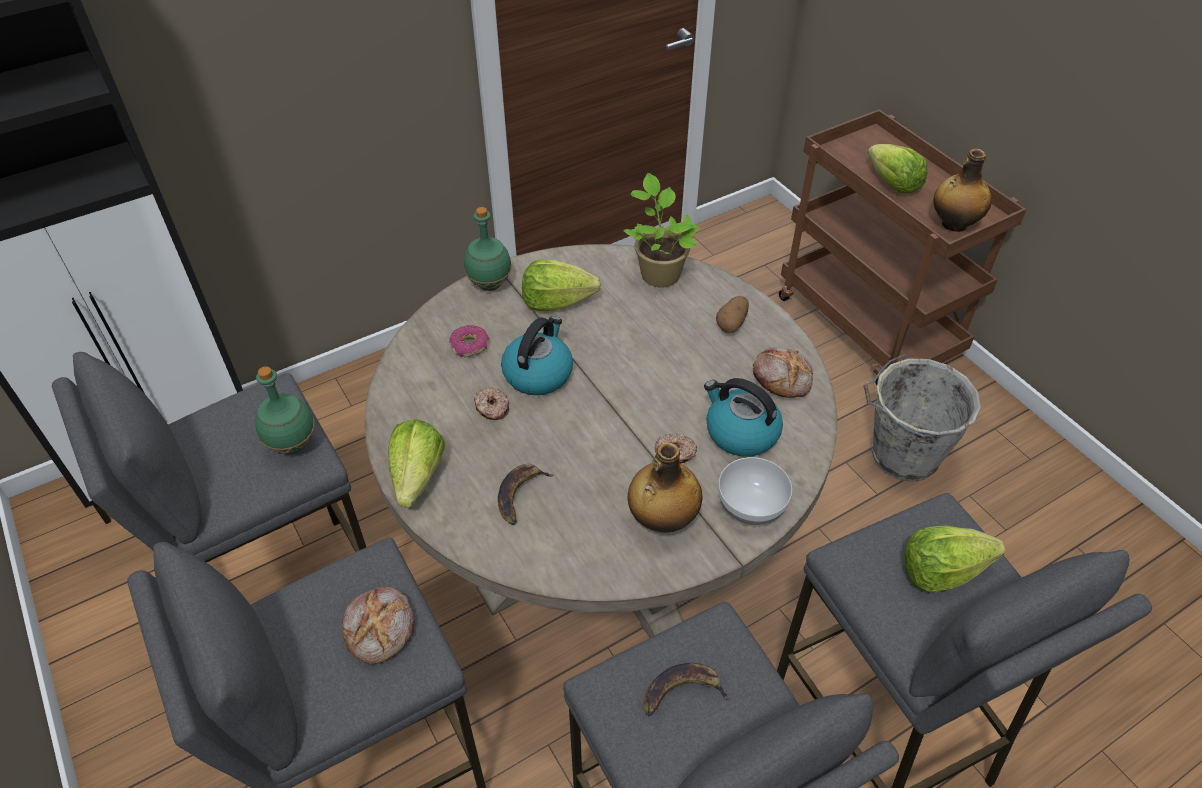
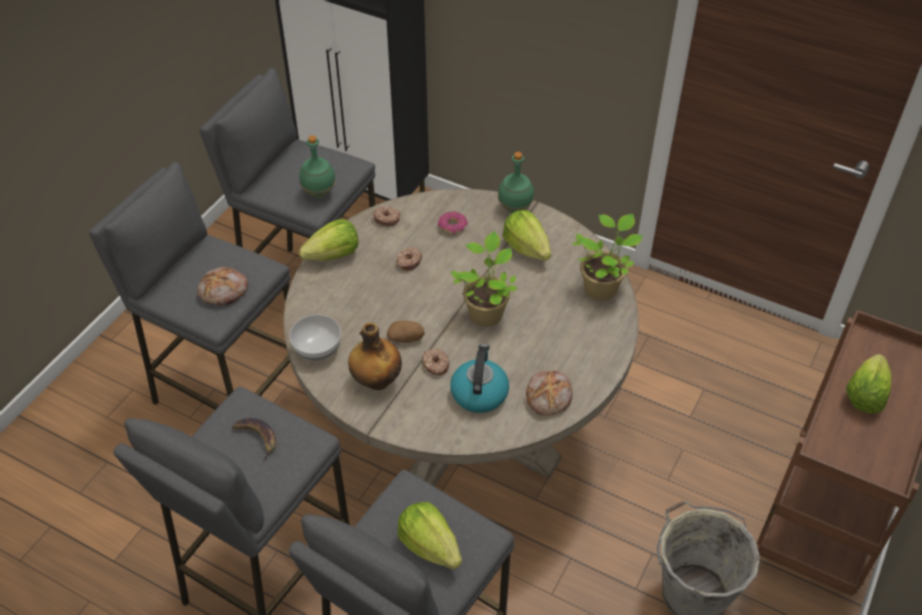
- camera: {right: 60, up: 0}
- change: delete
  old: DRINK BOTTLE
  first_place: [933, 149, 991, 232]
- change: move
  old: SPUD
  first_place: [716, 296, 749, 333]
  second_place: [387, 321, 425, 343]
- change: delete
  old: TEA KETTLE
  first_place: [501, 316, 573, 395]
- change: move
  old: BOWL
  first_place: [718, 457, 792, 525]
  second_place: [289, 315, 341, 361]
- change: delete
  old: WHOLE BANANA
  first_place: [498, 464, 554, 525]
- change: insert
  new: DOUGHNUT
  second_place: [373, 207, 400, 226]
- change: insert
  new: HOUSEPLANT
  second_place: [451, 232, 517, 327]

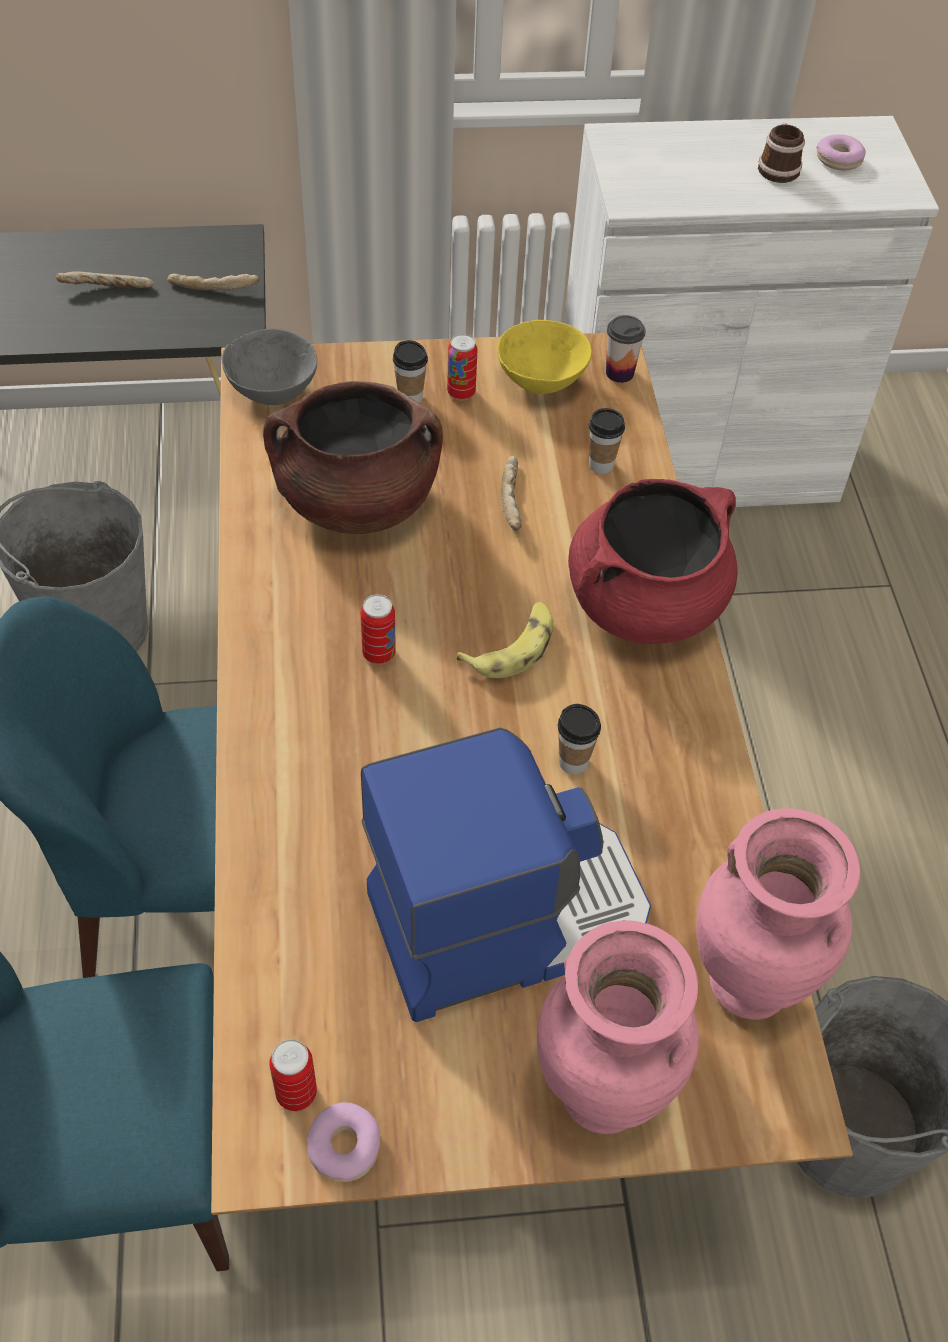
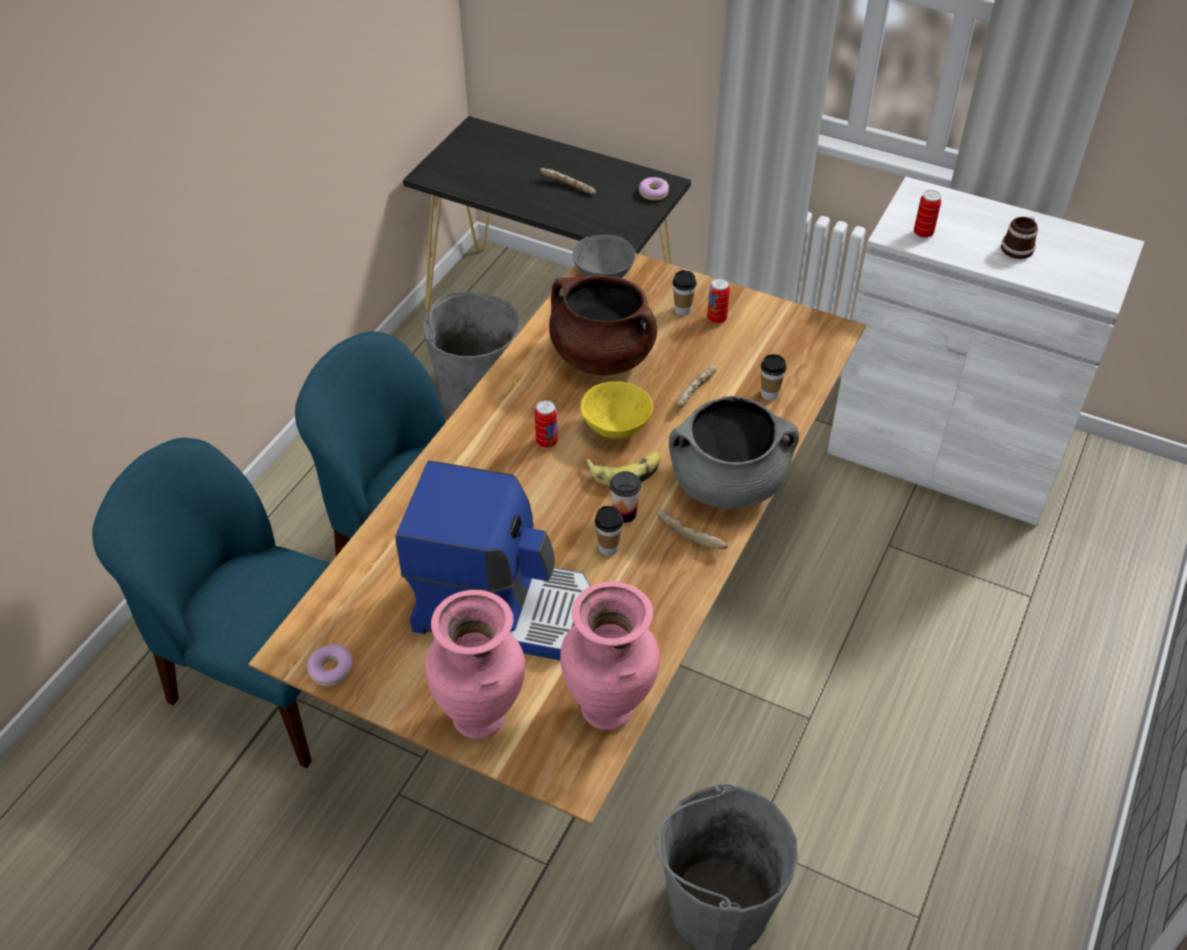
- camera: {right: 35, up: -5}
- change: move
  old: DOUGHNUT
  first_place: [817, 134, 866, 171]
  second_place: [639, 177, 669, 200]
- change: move
  old: BAKED BREAD
  first_place: [168, 274, 259, 290]
  second_place: [656, 510, 728, 549]
- change: move
  old: DRINKING CUP
  first_place: [606, 315, 646, 383]
  second_place: [610, 471, 641, 523]
- change: move
  old: YELLOW-COLOURED BOWL
  first_place: [497, 320, 592, 394]
  second_place: [580, 381, 653, 439]
- change: recolor
  old: RED SAUCEPOT
  new: GRAY SAUCEPOT
  first_place: [568, 479, 738, 644]
  second_place: [669, 396, 799, 509]
- change: move
  old: METAL CAN
  first_place: [269, 1039, 317, 1111]
  second_place: [914, 190, 941, 238]

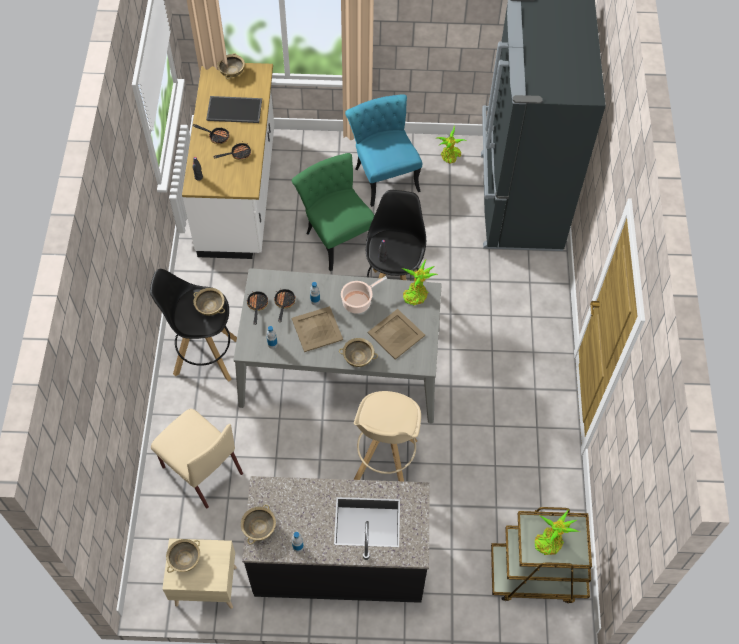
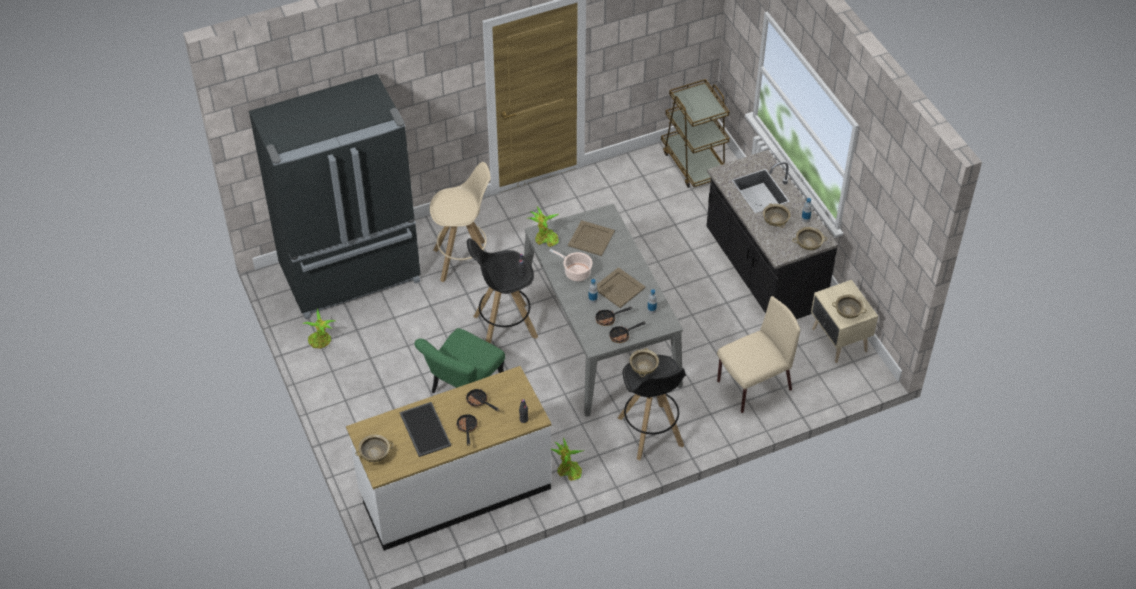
- camera: {right: -115, up: -10}
- change: delete
  old: BLUE-GREEN UPRIGHT CHAIR
  first_place: [345, 94, 422, 207]
- change: move
  old: SAND-COLOURED BOWL
  first_place: [339, 338, 378, 367]
  second_place: [763, 203, 791, 228]
- change: move
  old: SAND-COLOURED STOOL
  first_place: [354, 391, 421, 481]
  second_place: [430, 162, 491, 282]
- change: rotate
  old: SAND-COLOURED UPRIGHT CHAIR
  first_place: [151, 409, 243, 508]
  second_place: [717, 296, 800, 413]
  degrees: 45
- change: move
  old: HOUSEPLANT
  first_place: [535, 510, 580, 555]
  second_place: [551, 437, 584, 481]

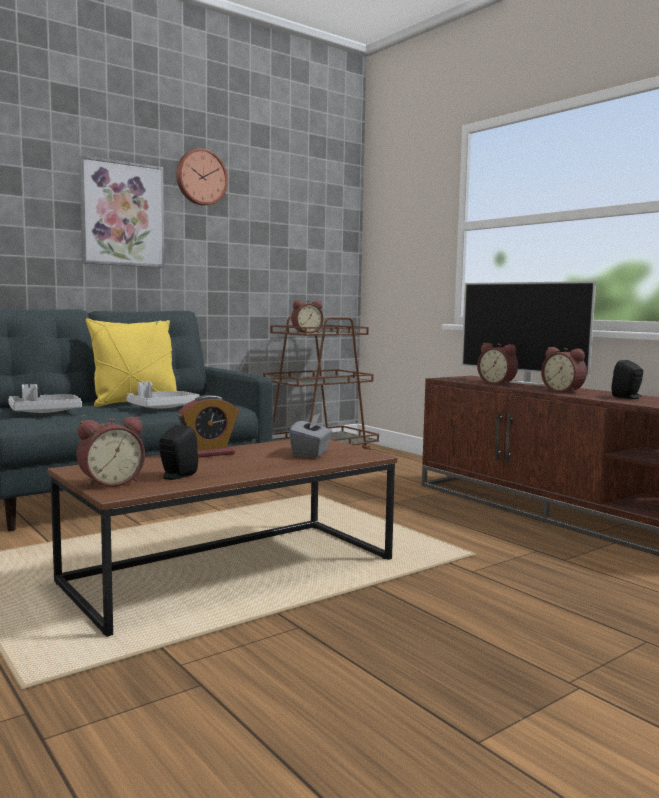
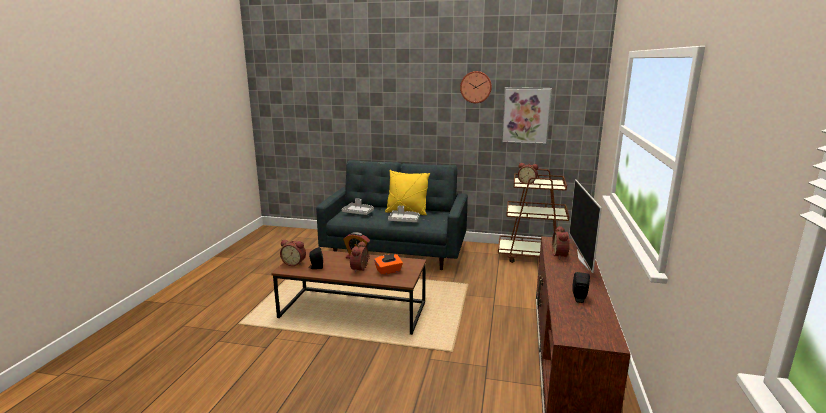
- camera: {right: 50, up: 10}
- change: move
  old: WALL PICTURE
  first_place: [79, 156, 165, 268]
  second_place: [501, 87, 552, 144]
- change: move
  old: BEDSIDE CLOCK
  first_place: [541, 347, 587, 394]
  second_place: [350, 241, 370, 273]
- change: recolor
  old: GRAY TISSUE BOX
  new: ORANGE TISSUE BOX
  first_place: [289, 413, 332, 458]
  second_place: [374, 254, 403, 275]

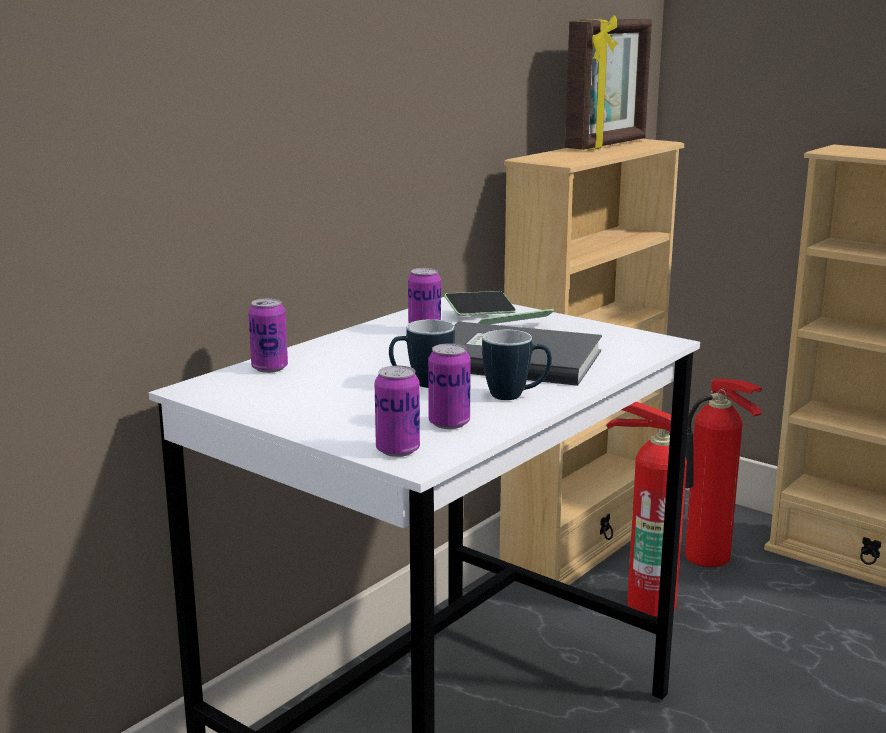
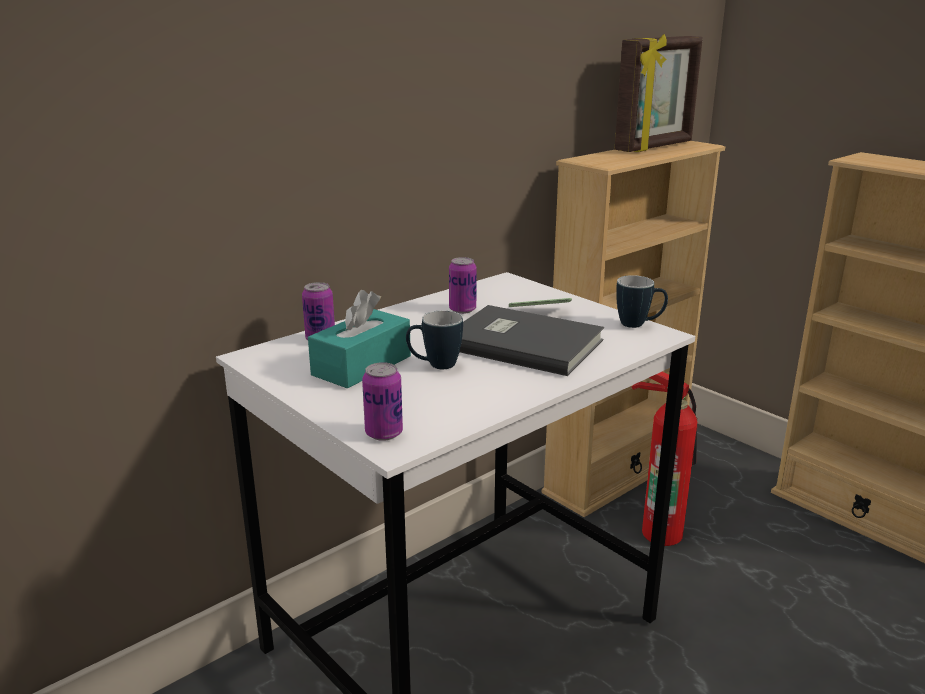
- camera: {right: 10, up: 5}
- change: delete
  old: TELEPHONE
  first_place: [444, 291, 516, 316]
- change: move
  old: COFFEE MUG
  first_place: [482, 330, 552, 400]
  second_place: [616, 275, 668, 328]
- change: delete
  old: METAL CAN
  first_place: [428, 343, 471, 429]
- change: delete
  old: FIRE EXTINGUISHER
  first_place: [685, 378, 762, 567]
- change: insert
  new: BLUE-GREEN TISSUE BOX
  second_place: [308, 290, 411, 389]

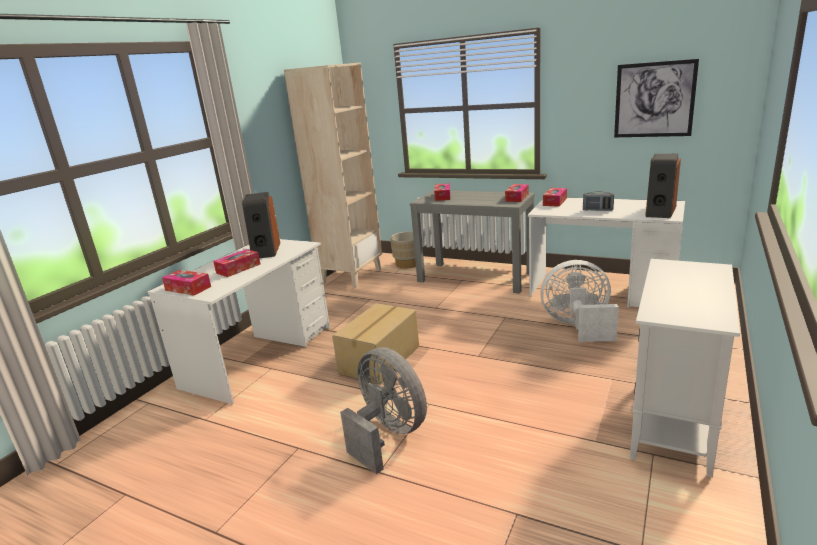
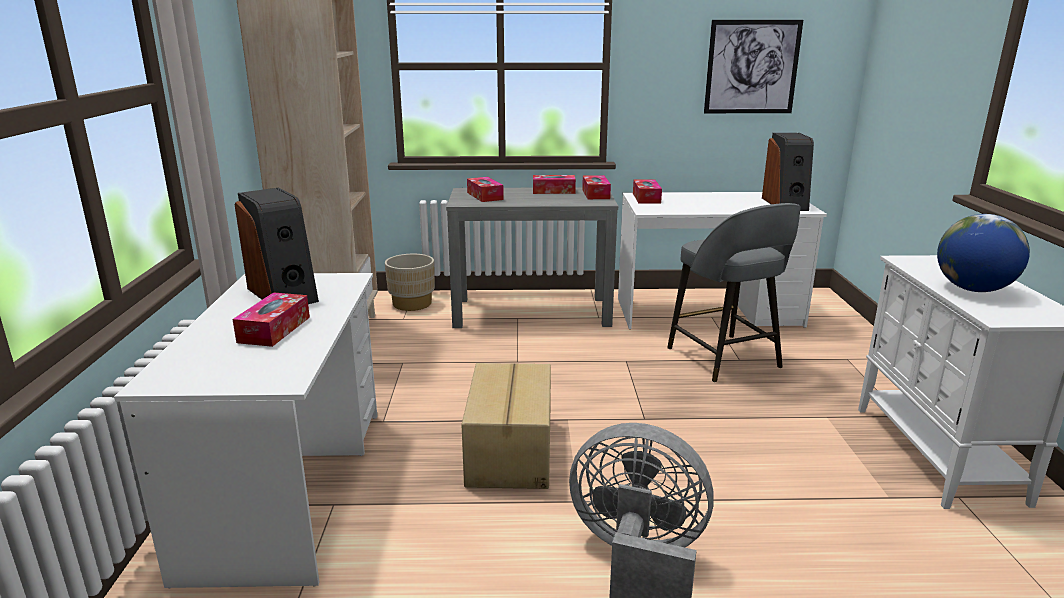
- camera: {right: -30, up: 0}
- change: delete
  old: RADIO RECEIVER
  first_place: [583, 191, 614, 211]
- change: replace
  old: WHITE COOLING FAN
  new: GRAY STOOL
  first_place: [540, 260, 619, 342]
  second_place: [667, 203, 801, 382]
- change: move
  old: TISSUE BOX
  first_place: [162, 270, 211, 296]
  second_place: [533, 175, 576, 194]
- change: insert
  new: GLOBE
  second_place: [937, 214, 1030, 292]

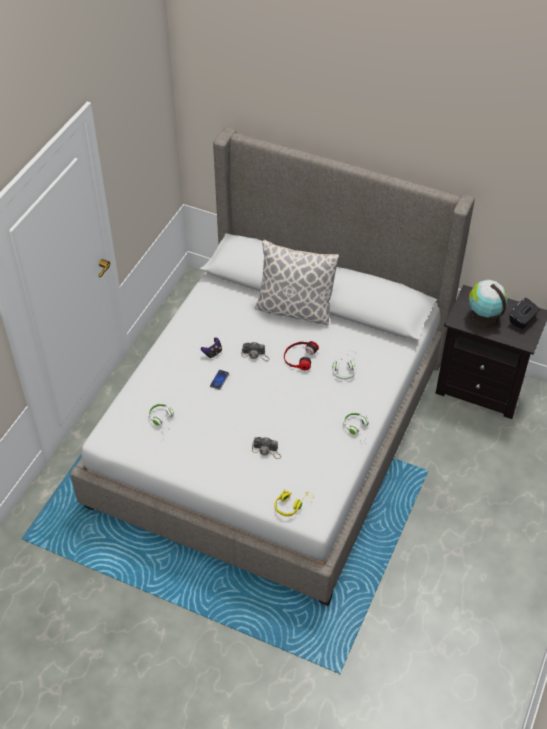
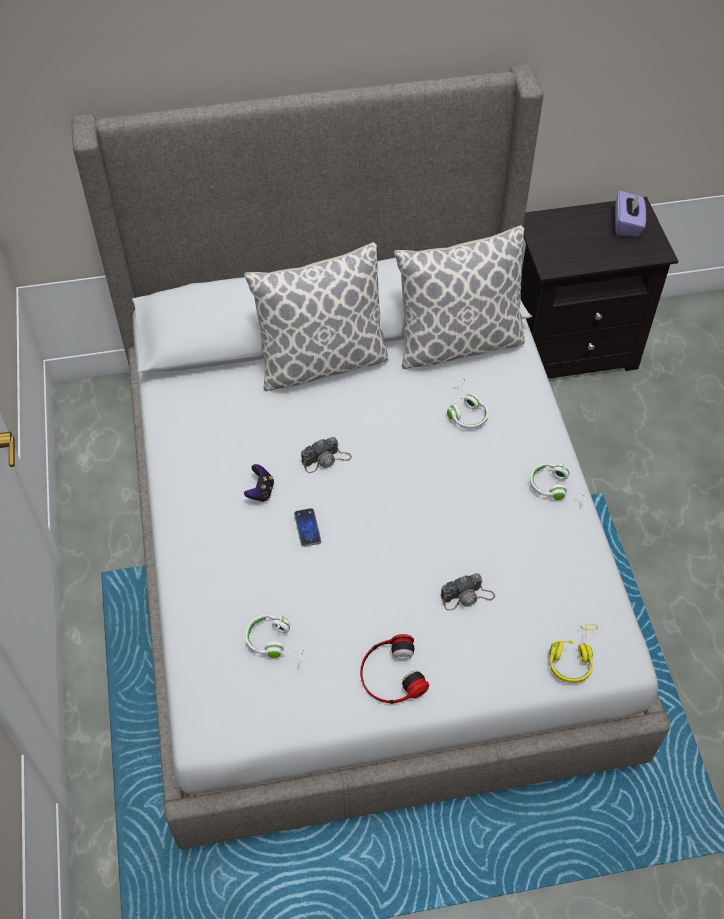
- camera: {right: -35, up: 5}
- change: delete
  old: GLOBE
  first_place: [469, 279, 507, 328]
- change: recolor
  old: BLACKISH TISSUE BOX
  new: PURPLE-COLOURED TISSUE BOX
  first_place: [510, 298, 540, 329]
  second_place: [615, 191, 646, 237]
- change: move
  old: HEADSET
  first_place: [284, 341, 319, 370]
  second_place: [360, 634, 429, 704]
- change: insert
  new: PILLOW
  second_place: [394, 225, 525, 369]

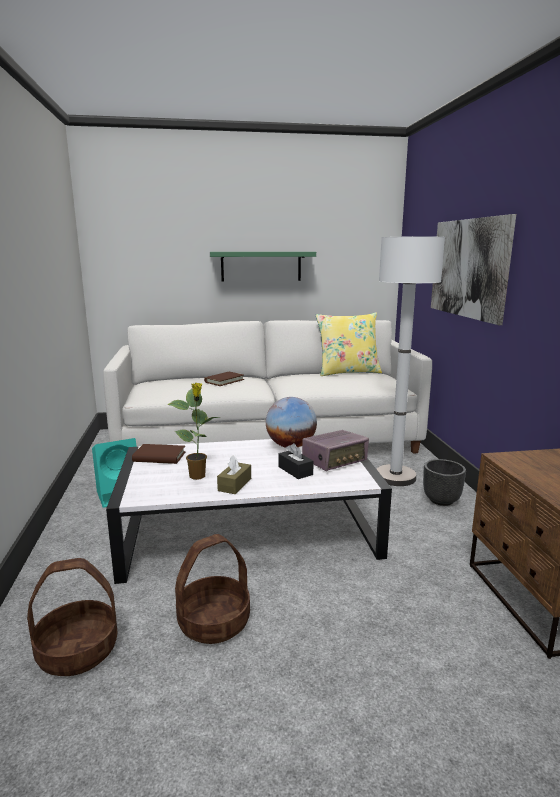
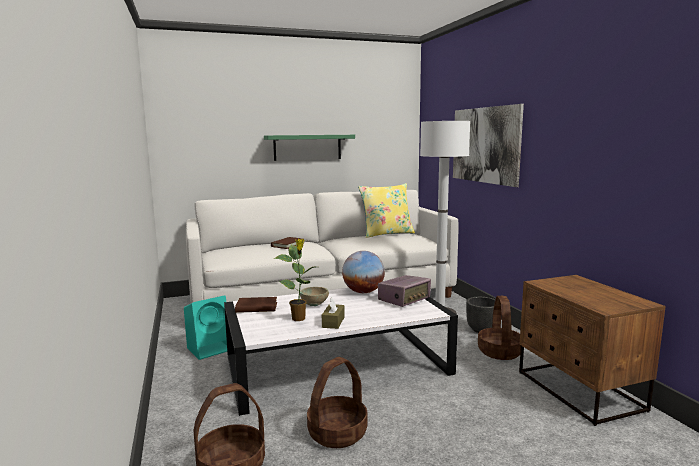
- camera: {right: -10, up: -5}
- change: delete
  old: BLACKISH TISSUE BOX
  first_place: [279, 443, 314, 479]
- change: insert
  new: SAND-COLOURED BOWL
  second_place: [300, 287, 329, 306]
- change: insert
  new: BASKET
  second_place: [478, 296, 521, 360]

